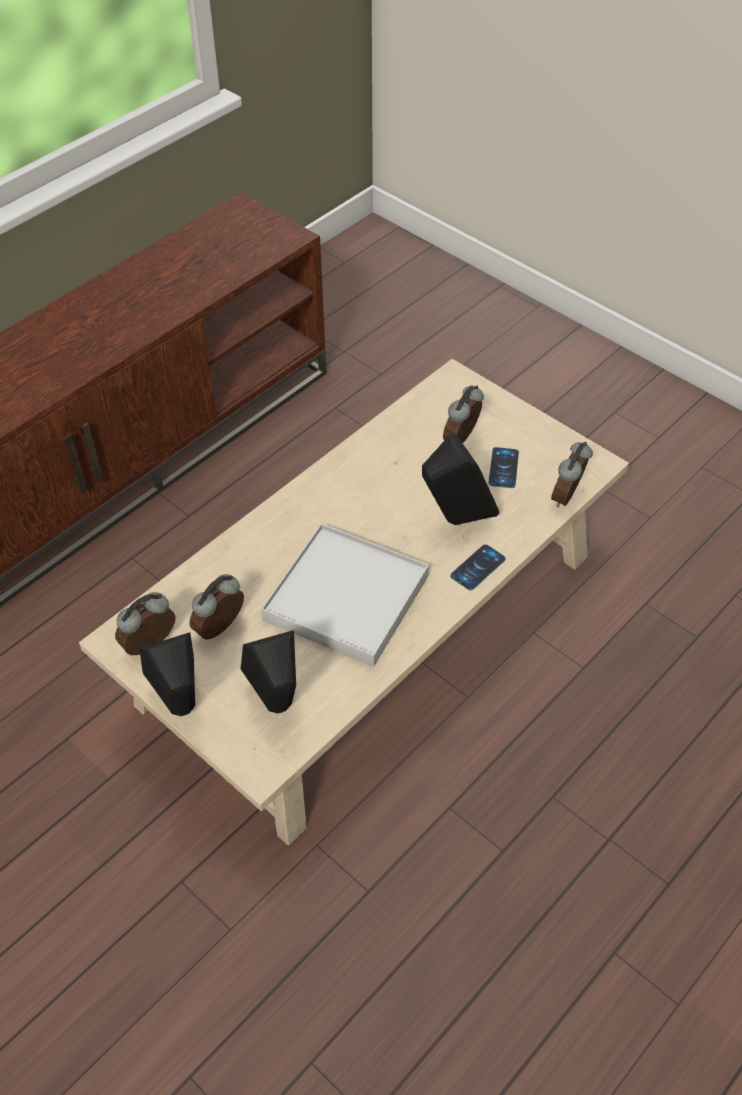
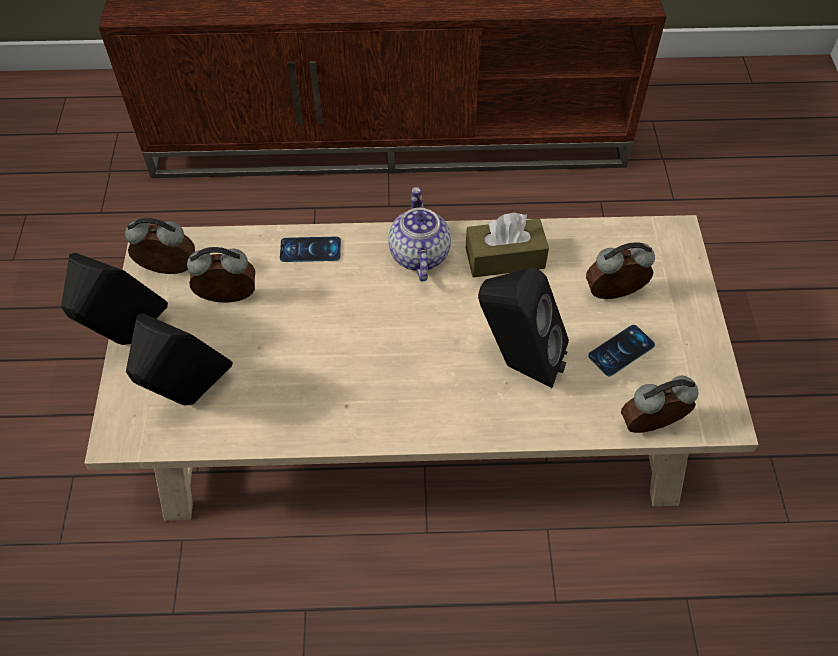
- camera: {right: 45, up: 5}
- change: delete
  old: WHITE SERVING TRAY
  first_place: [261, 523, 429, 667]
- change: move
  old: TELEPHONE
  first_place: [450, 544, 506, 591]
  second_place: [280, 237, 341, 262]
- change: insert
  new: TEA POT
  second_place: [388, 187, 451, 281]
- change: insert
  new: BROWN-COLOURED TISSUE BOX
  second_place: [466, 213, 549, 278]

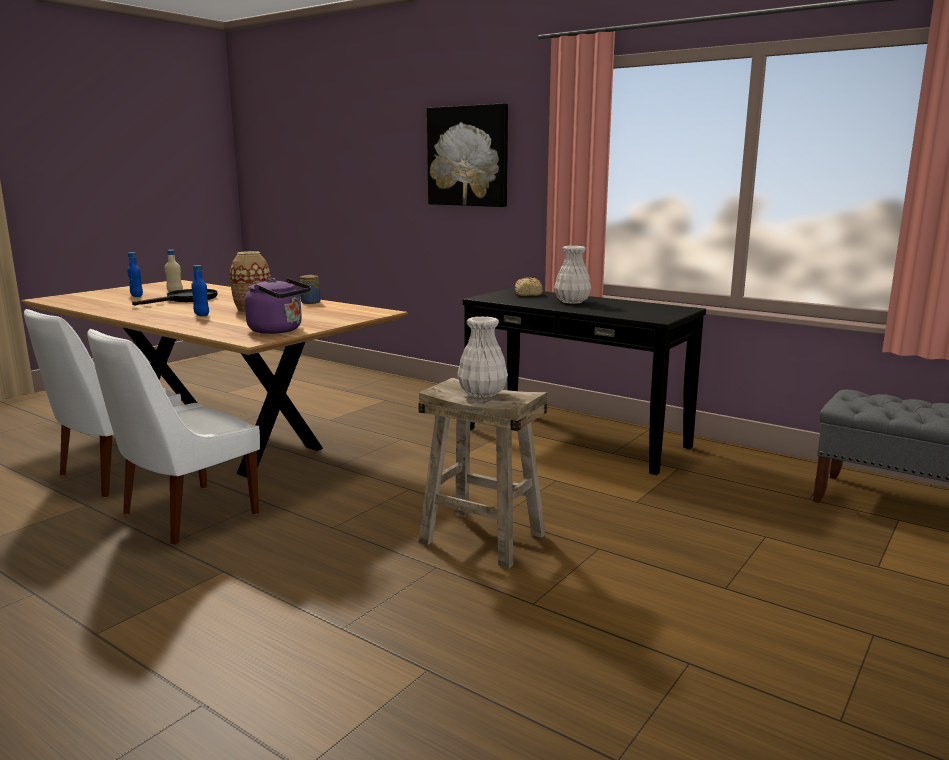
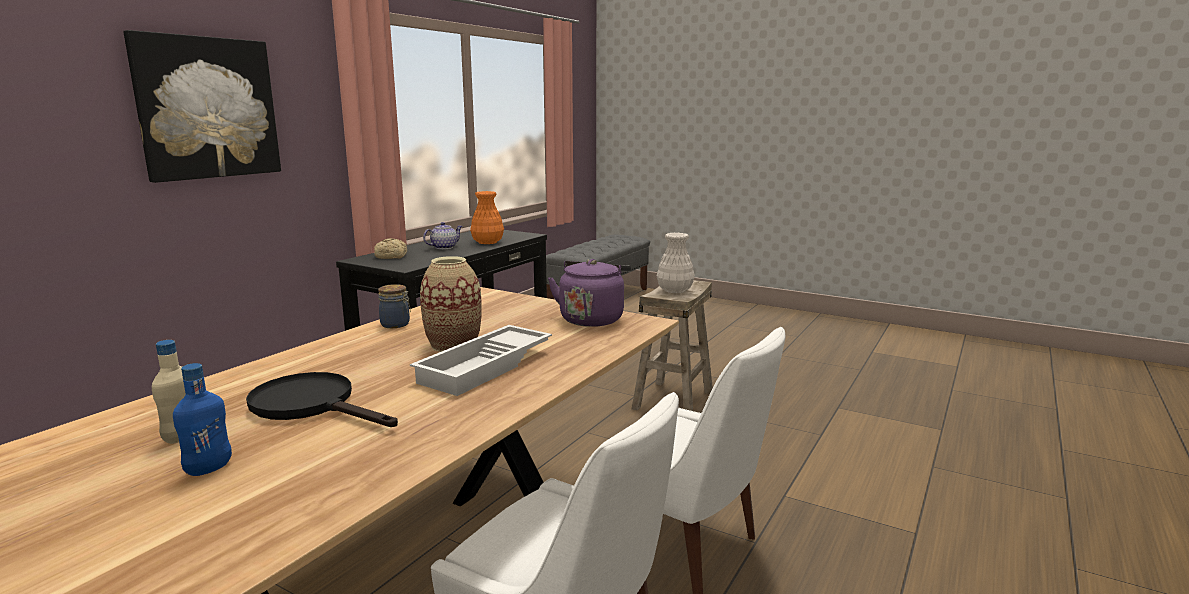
- camera: {right: -95, up: 0}
- change: replace
  old: WHITE VASE
  new: TEA POT
  first_place: [554, 246, 591, 304]
  second_place: [423, 222, 462, 249]
- change: replace
  old: BLUE DRINK BOTTLE
  new: WHITE SERVING TRAY
  first_place: [191, 265, 209, 316]
  second_place: [410, 325, 552, 396]
- change: insert
  new: ORANGE VASE
  second_place: [470, 191, 504, 244]

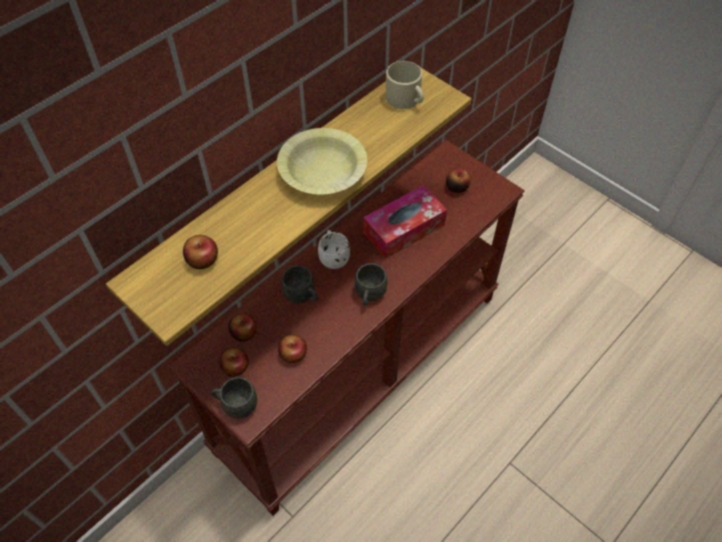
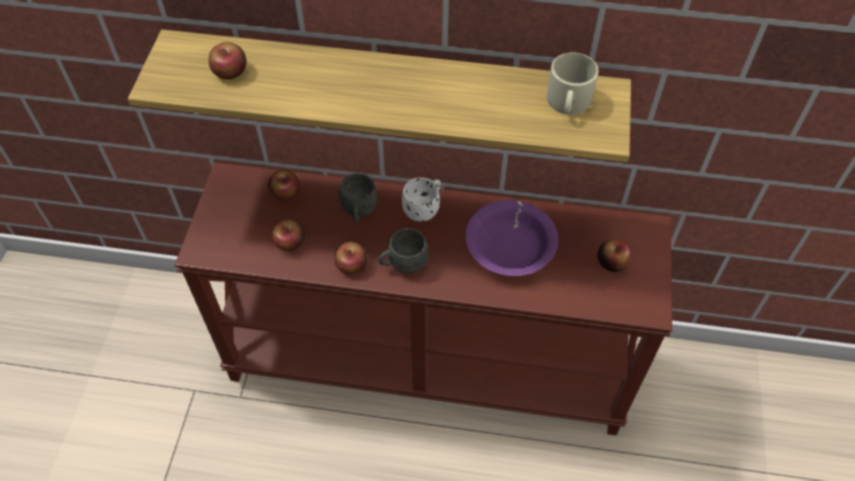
- camera: {right: 55, up: 0}
- change: delete
  old: YELLOW-COLOURED BOWL
  first_place: [277, 128, 367, 194]
- change: replace
  old: TISSUE BOX
  new: PURPLE-COLOURED BOWL
  first_place: [363, 185, 447, 259]
  second_place: [465, 200, 558, 276]
- change: move
  old: WHOLE APPLE
  first_place: [219, 347, 249, 377]
  second_place: [334, 241, 367, 274]
- change: delete
  old: GRAY COFFEE MUG
  first_place: [211, 377, 257, 418]

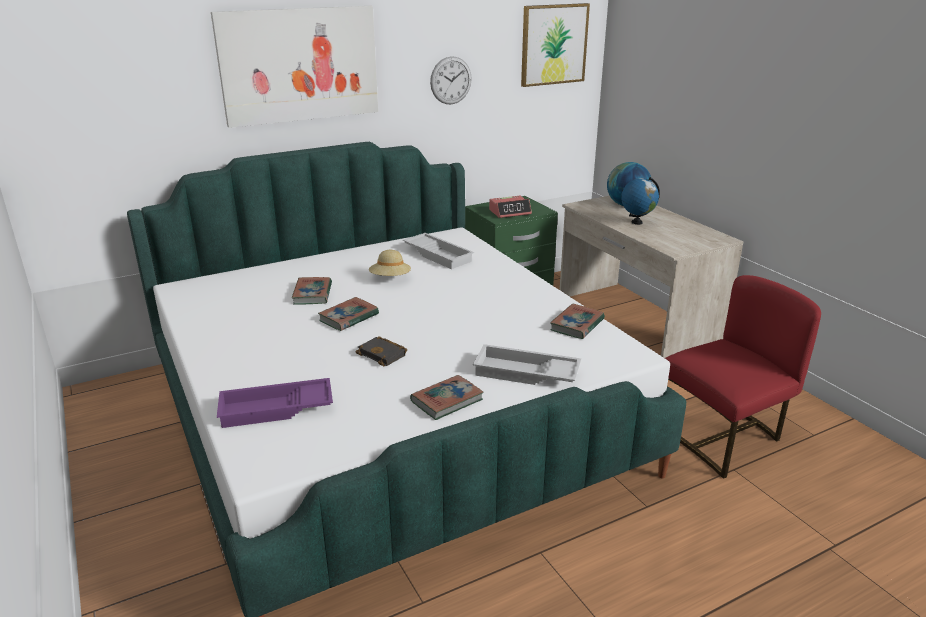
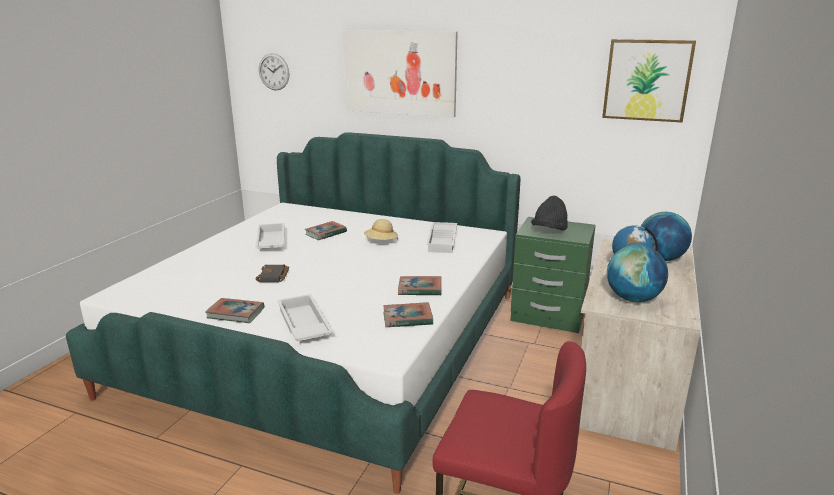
- camera: {right: 50, up: -5}
- change: move
  old: HANGING CLOCK
  first_place: [430, 56, 472, 104]
  second_place: [259, 53, 289, 91]
- change: replace
  old: BEDSIDE CLOCK
  new: BLACKISH CLOTHING HAT
  first_place: [489, 196, 532, 218]
  second_place: [531, 196, 568, 230]
- change: move
  old: BOOK
  first_place: [318, 297, 379, 331]
  second_place: [398, 276, 442, 296]
- change: delete
  old: PURPLE-COLOURED SERVING TRAY
  first_place: [217, 378, 333, 428]
- change: insert
  new: WHITE SERVING TRAY
  second_place: [255, 223, 284, 249]
- change: insert
  new: GLOBE
  second_place: [607, 245, 668, 302]

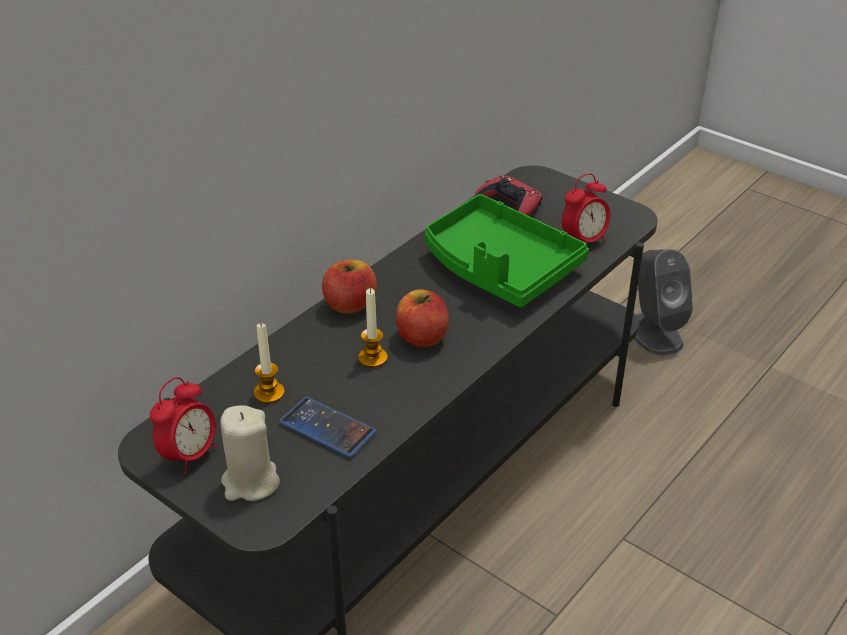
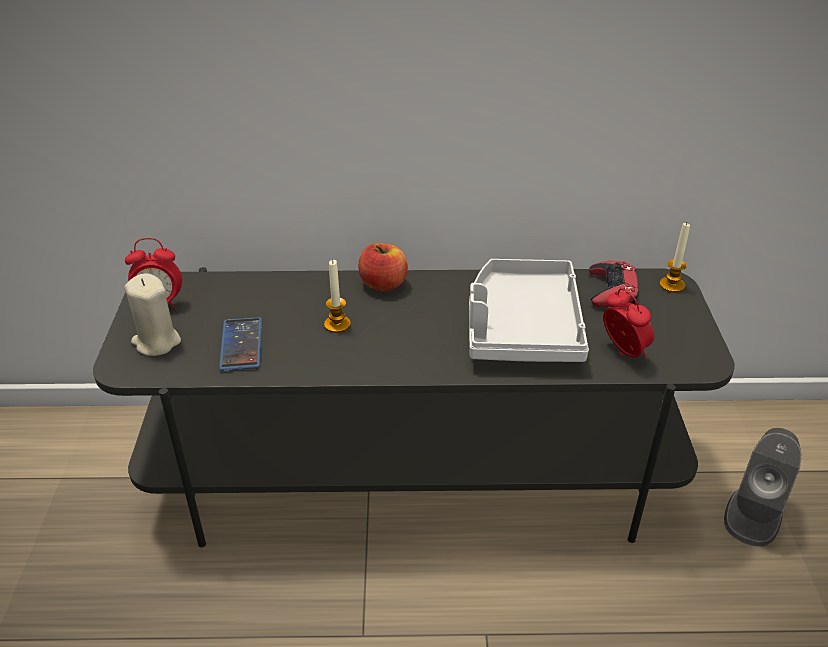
- camera: {right: 50, up: 0}
- change: rotate
  old: BEDSIDE CLOCK
  first_place: [562, 173, 611, 243]
  second_place: [603, 288, 654, 359]
  degrees: -135
- change: recolor
  old: GREEN-COLOURED SERVING TRAY
  new: GRAY SERVING TRAY
  first_place: [425, 194, 589, 308]
  second_place: [469, 259, 589, 362]
- change: delete
  old: WHOLE APPLE
  first_place: [396, 289, 449, 347]
- change: move
  old: CANDLE
  first_place: [254, 322, 284, 403]
  second_place: [660, 223, 690, 293]

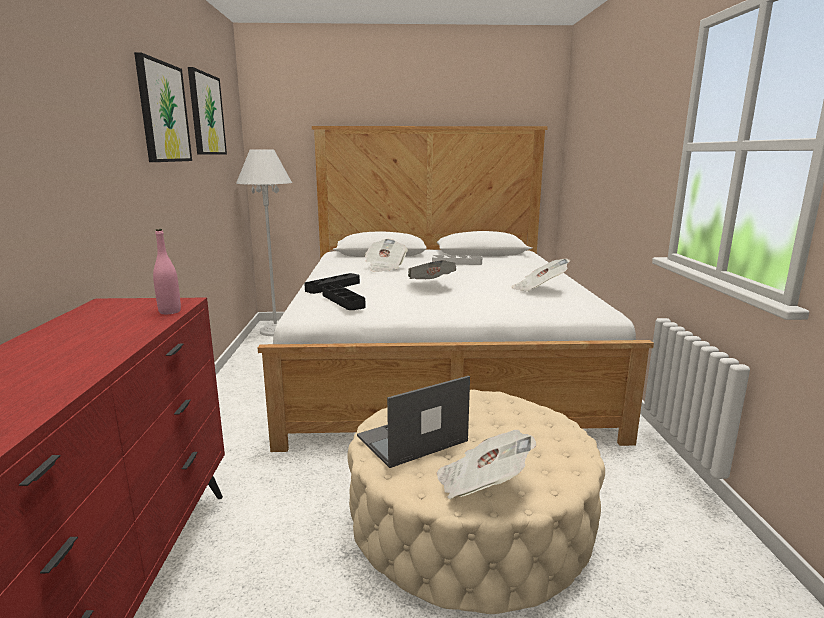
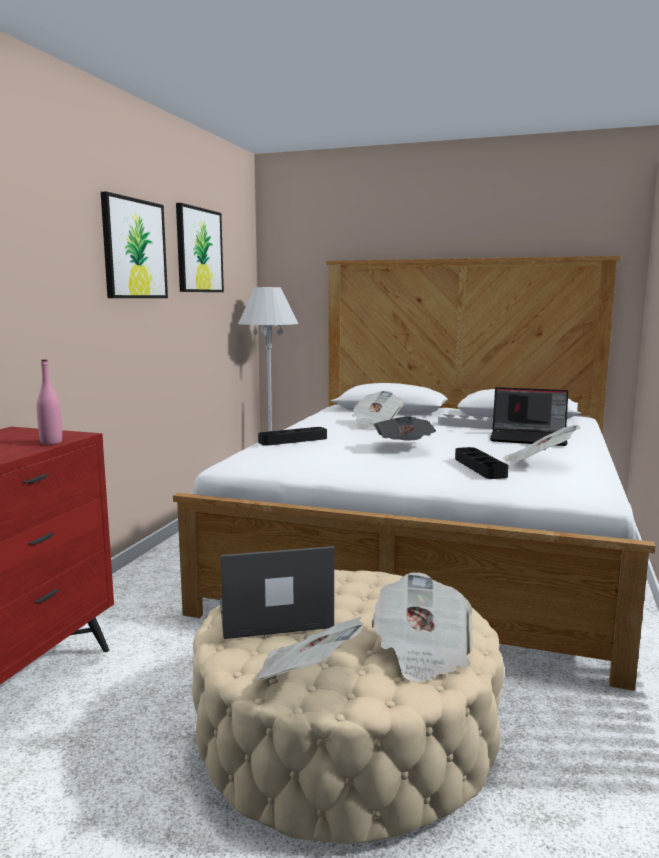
- camera: {right: 20, up: -5}
- change: move
  old: BLACKISH SERVING TRAY
  first_place: [322, 285, 366, 310]
  second_place: [455, 447, 509, 479]
- change: insert
  new: PORTABLE COMPUTER
  second_place: [490, 387, 568, 446]
- change: insert
  new: NEWSPAPER
  second_place: [371, 573, 473, 682]

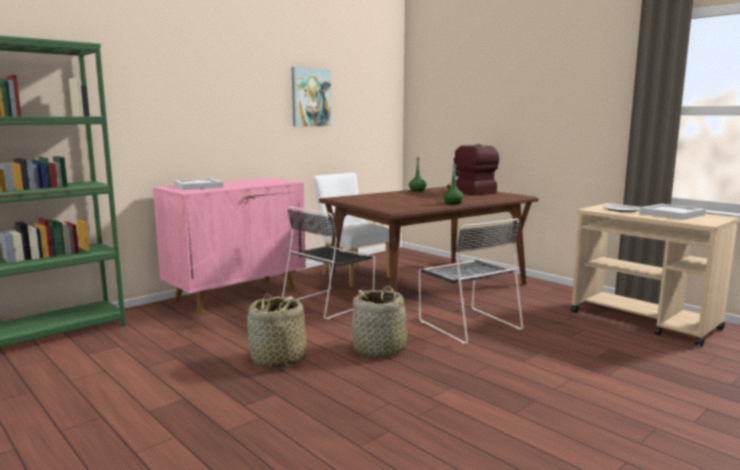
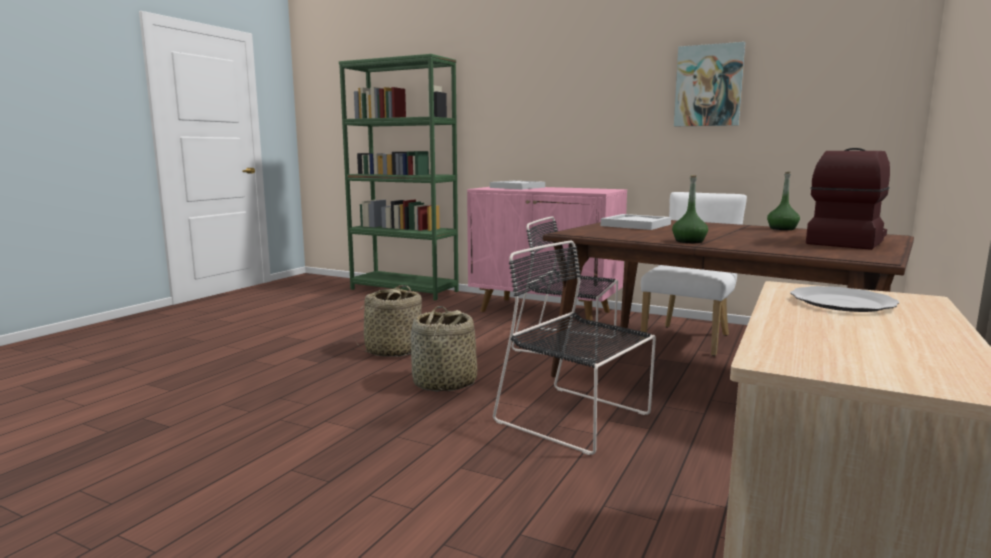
- camera: {right: 70, up: 0}
- change: move
  old: WHITE SERVING TRAY
  first_place: [639, 204, 706, 220]
  second_place: [601, 214, 671, 230]
- change: rotate
  old: BLACKISH UPRIGHT CHAIR
  first_place: [419, 218, 523, 344]
  second_place: [493, 241, 656, 455]
  degrees: 90

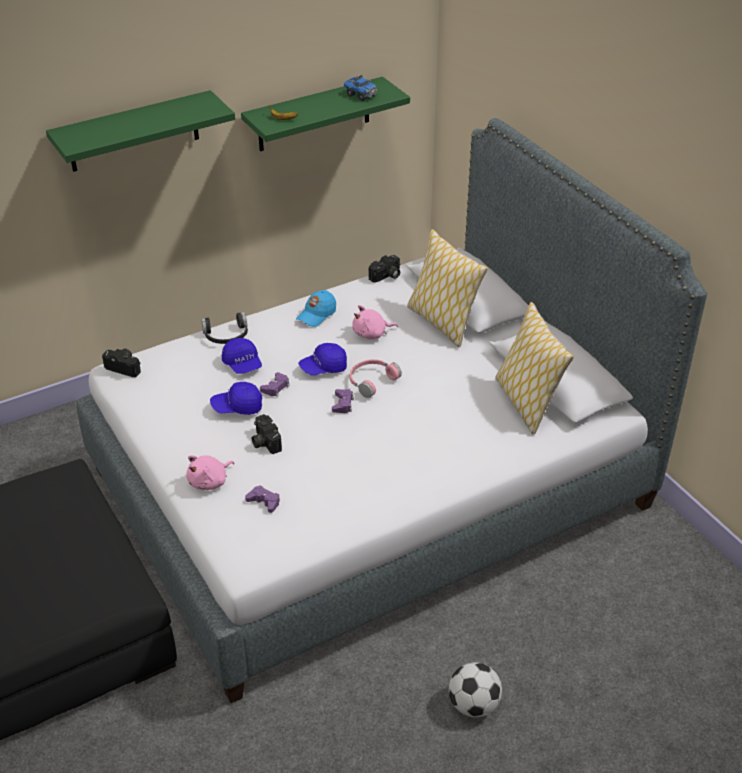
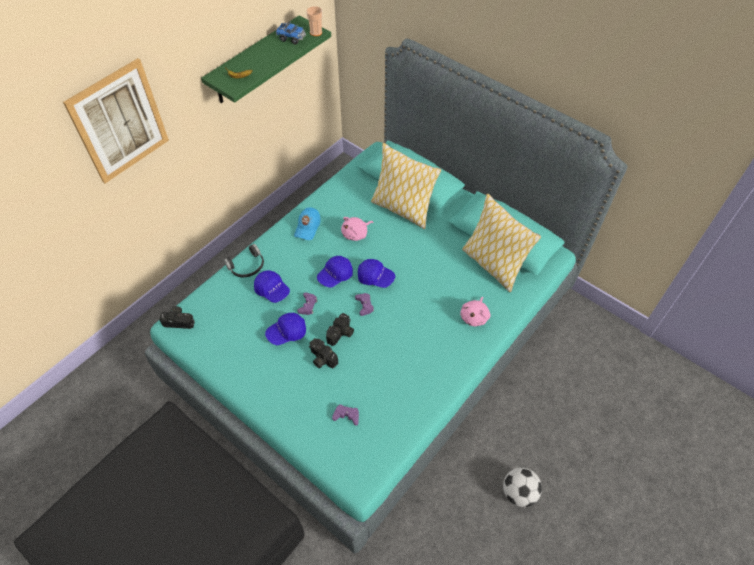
- camera: {right: -20, up: 15}
- change: replace
  old: GREEN-COLOURED SHELF
  new: WALL PICTURE
  first_place: [46, 90, 235, 172]
  second_place: [63, 58, 169, 183]
- change: recolor
  old: GRAY BEDROOM BED
  new: BLUE-GREEN BEDROOM BED
  first_place: [76, 118, 707, 703]
  second_place: [145, 39, 627, 554]
- change: move
  old: PHOTO CAMERA
  first_place: [369, 255, 400, 283]
  second_place: [326, 313, 354, 346]
- change: replace
  old: PINK-COLOURED HEADSET
  new: BLUE PEAKED CAP
  first_place: [350, 359, 402, 398]
  second_place: [358, 259, 395, 288]
- change: move
  old: PINK-COLOURED PLUSH TOY
  first_place: [186, 455, 234, 490]
  second_place: [460, 297, 491, 326]
- change: insert
  new: DRINKING CUP
  second_place: [306, 6, 322, 36]

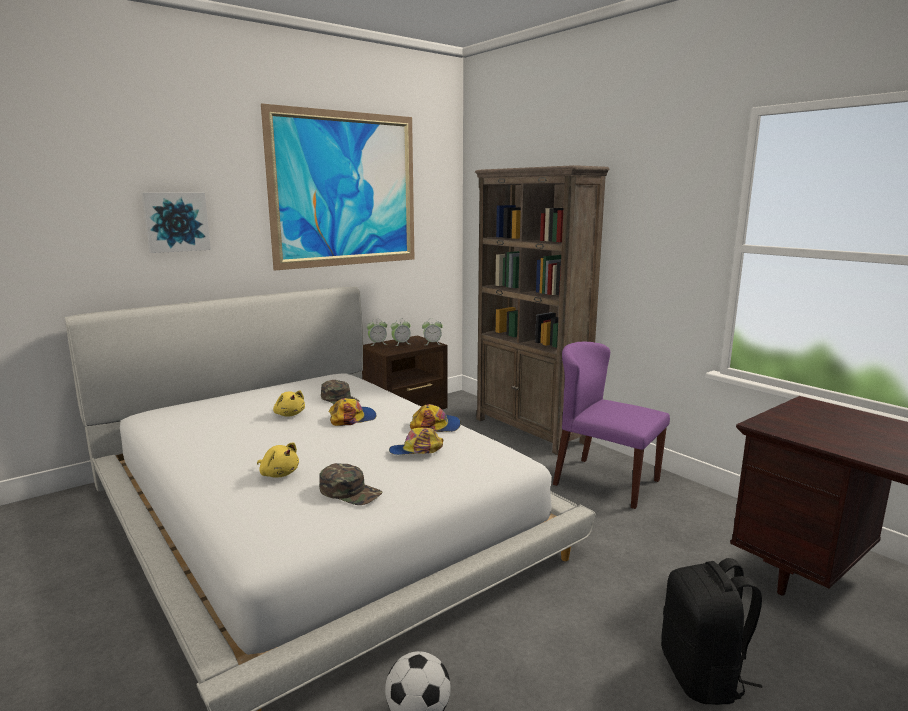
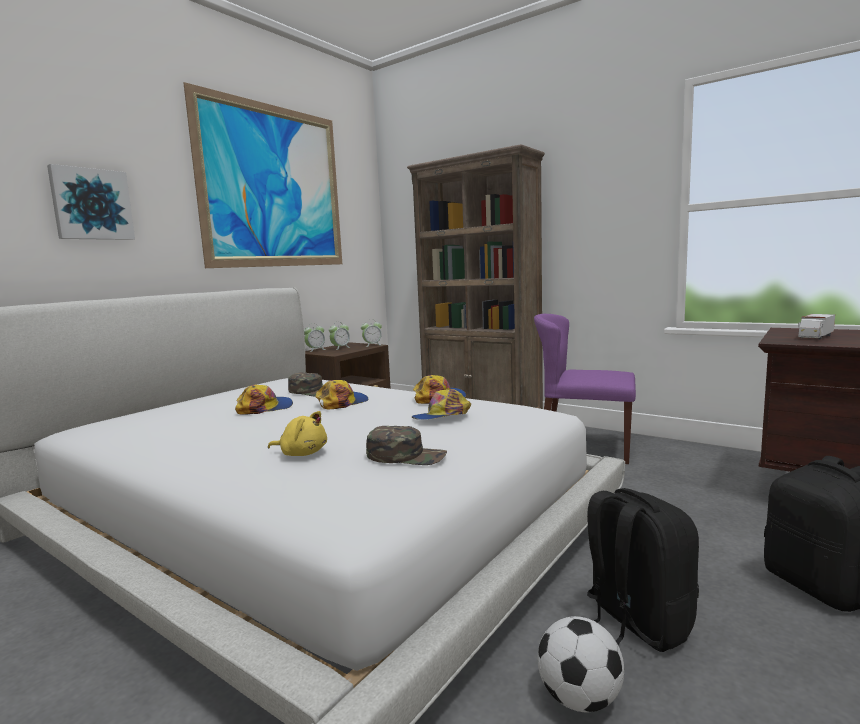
- camera: {right: -15, up: -5}
- change: replace
  old: YELLOW-COLOURED PLUSH TOY
  new: PEAKED CAP
  first_place: [273, 391, 305, 416]
  second_place: [235, 384, 293, 414]
- change: insert
  new: TOY TRUCK
  second_place: [798, 314, 835, 340]
- change: insert
  new: BLACKISH KNAPSACK
  second_place: [587, 488, 699, 652]

